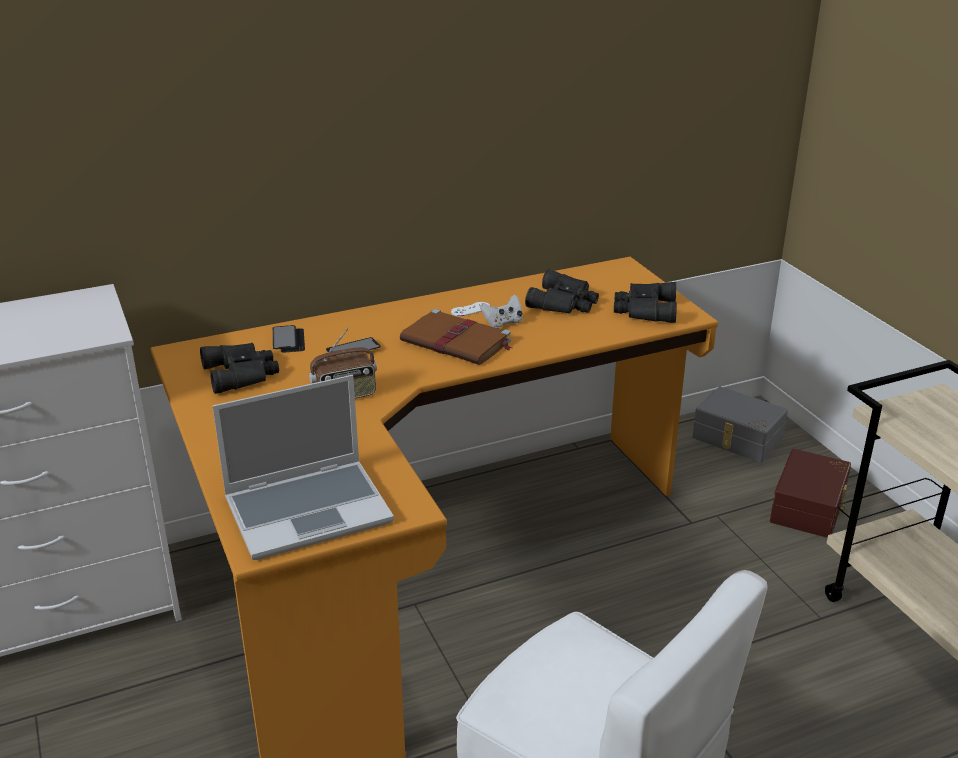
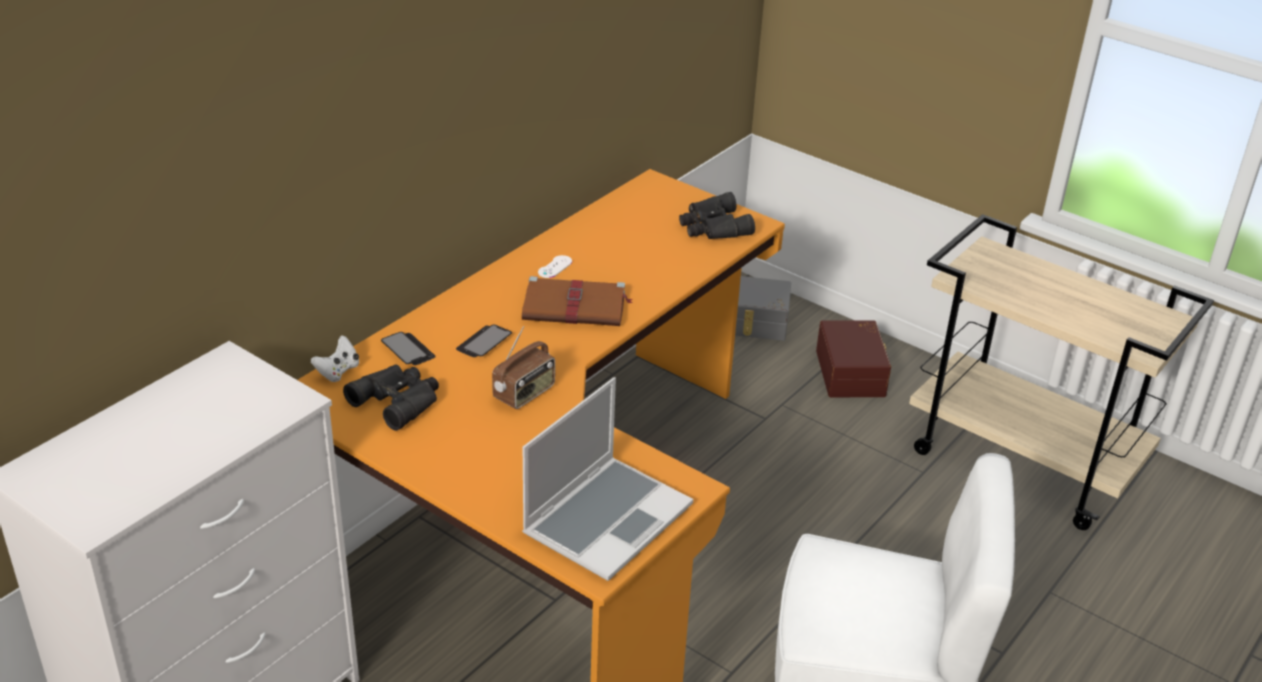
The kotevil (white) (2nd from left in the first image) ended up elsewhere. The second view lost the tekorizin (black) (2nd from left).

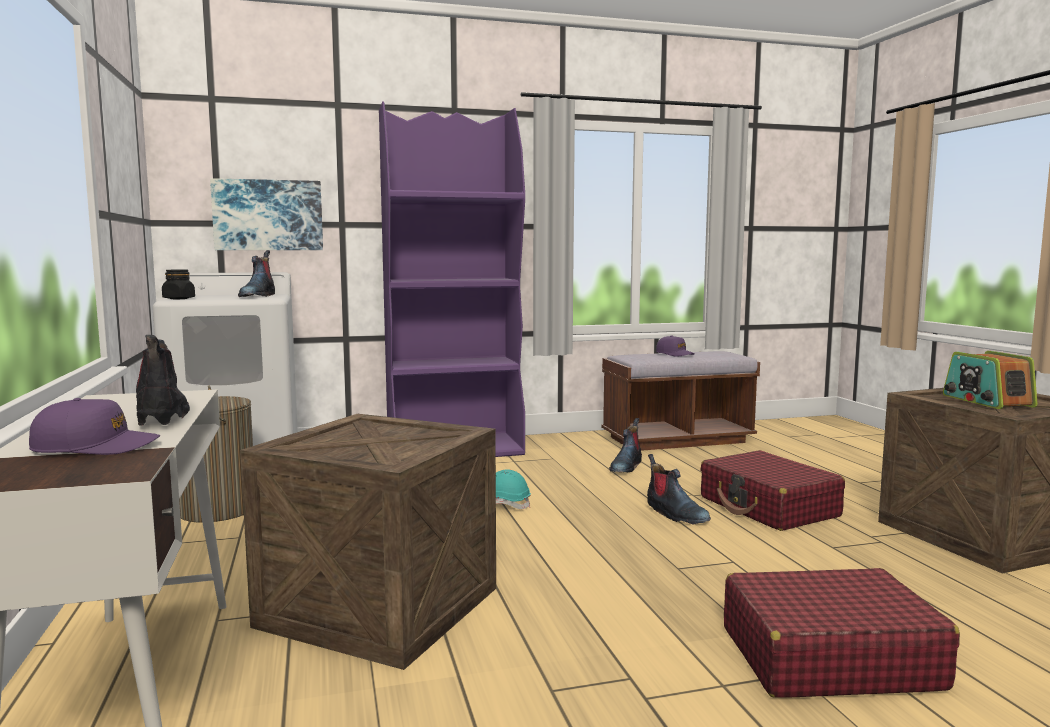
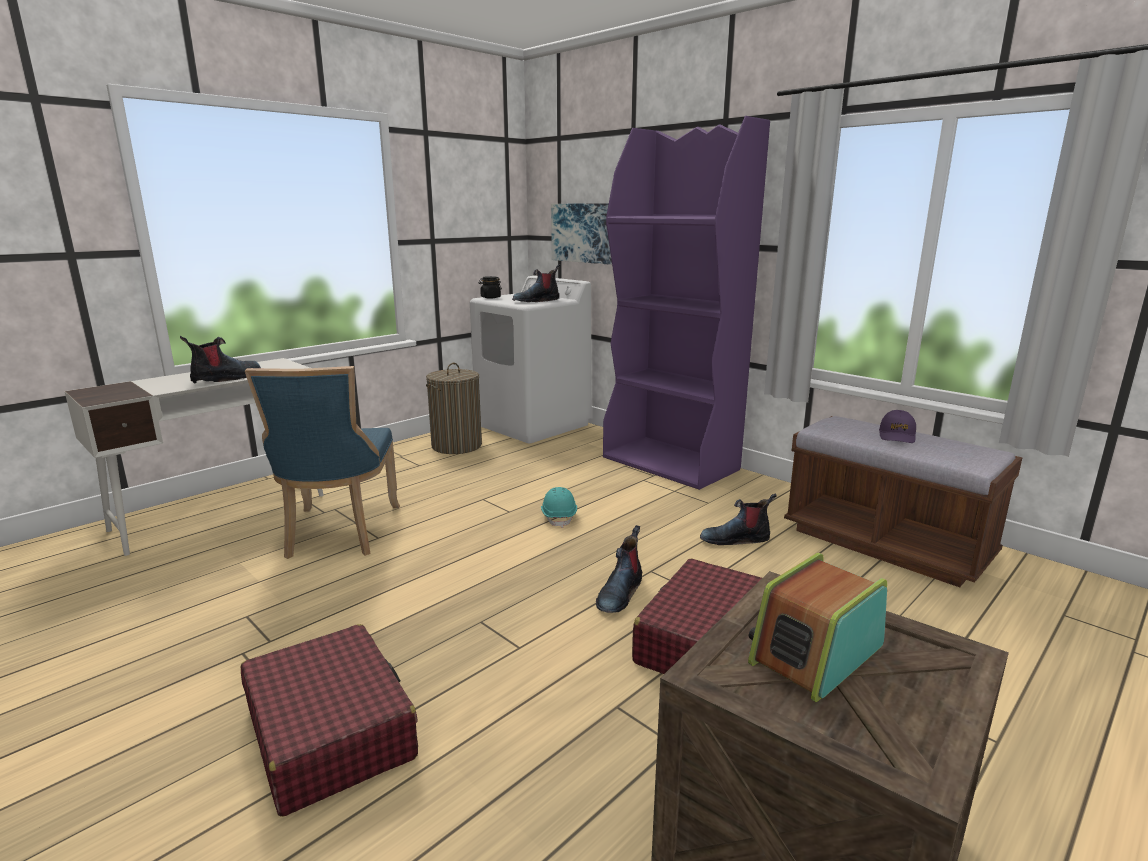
The second view lost the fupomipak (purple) (1st from left). Where the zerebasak (1st from left) stood, the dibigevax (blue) came to stand.

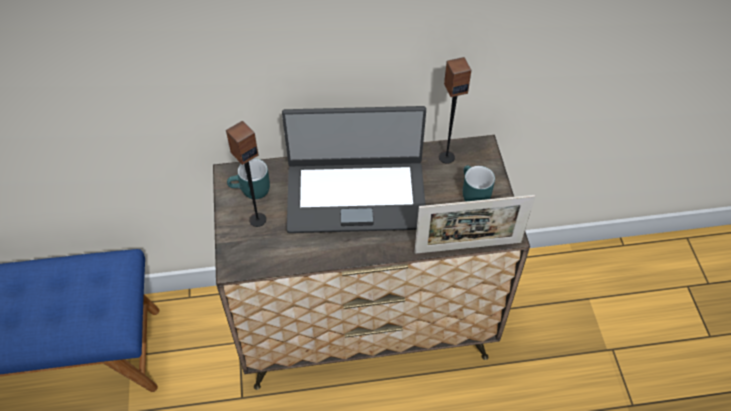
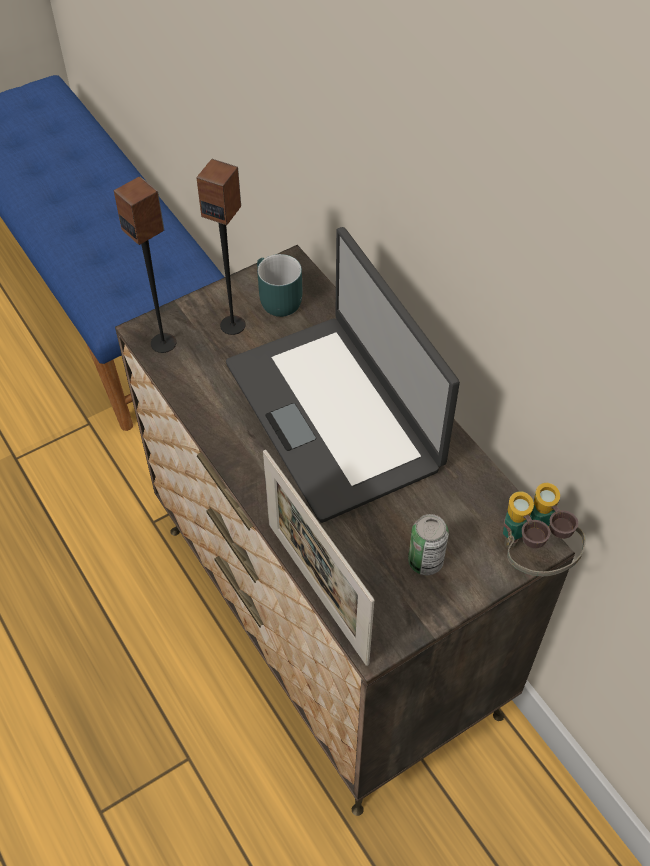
The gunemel (2nd from left in the first image) ended up elsewhere. Where the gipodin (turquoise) (2nd from left) stood, the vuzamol came to stand. The second view gained the tekorizin.

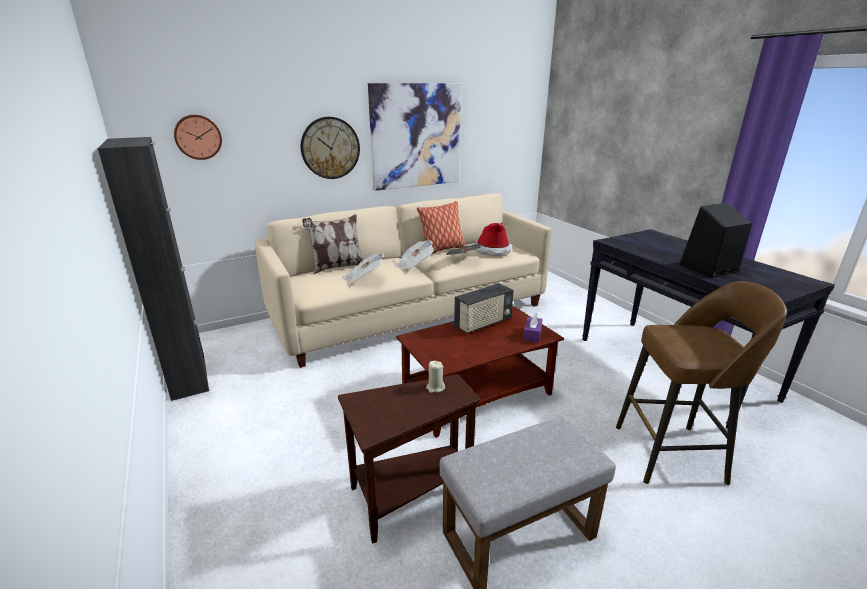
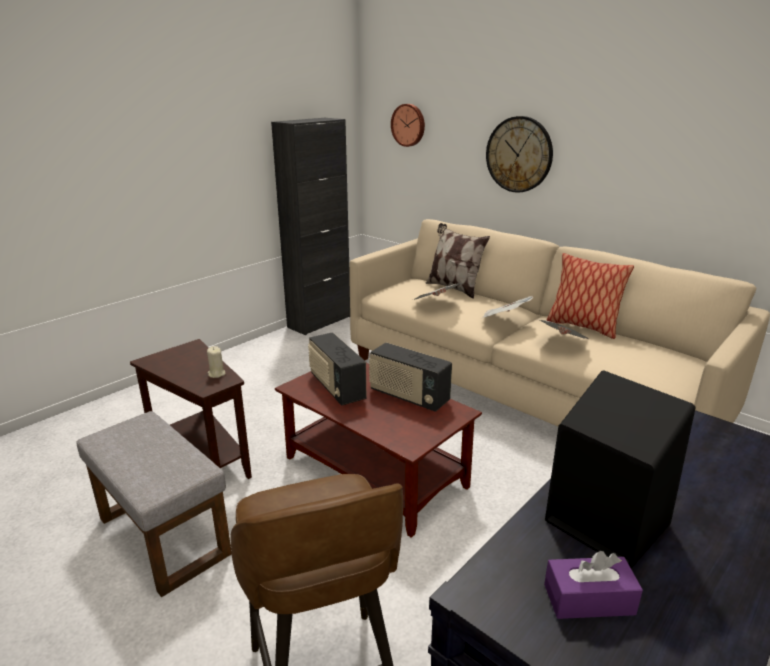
The second view lost the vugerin. The second view lost the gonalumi. The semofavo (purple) ended up elsewhere. The second view gained the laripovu (1st from left).

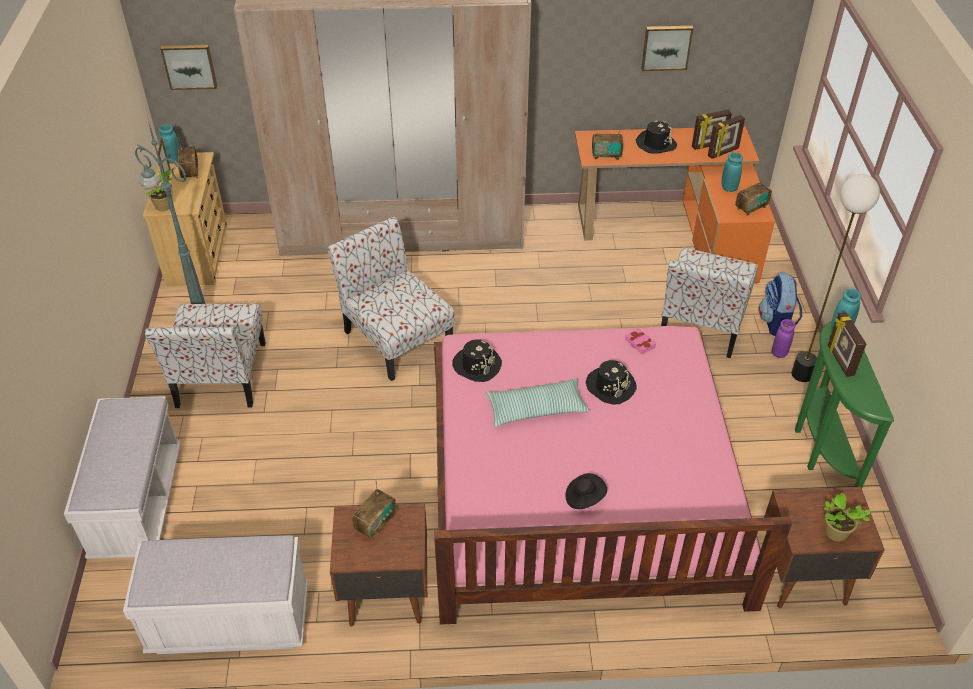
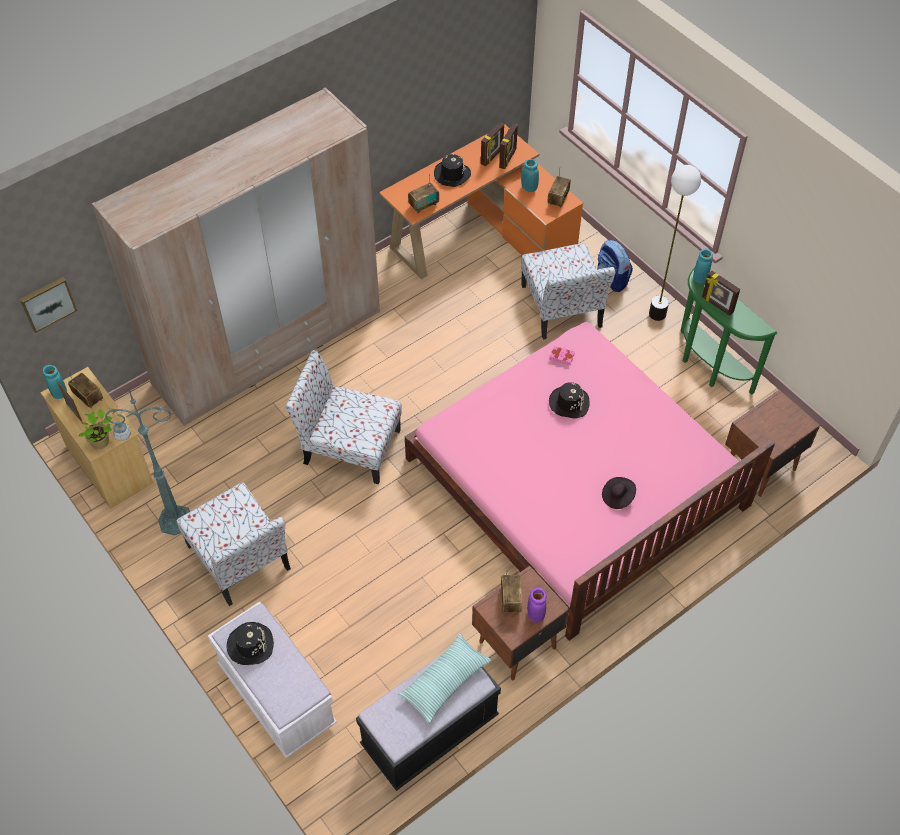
What was the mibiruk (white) (2nd from left) turned into the mibiruk (black). The gonalumi (black) (1st from left) ended up elsewhere. The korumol ended up elsewhere. The second view lost the vugerin (2nd from left). The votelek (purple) ended up elsewhere. The second view lost the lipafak (2nd from left).

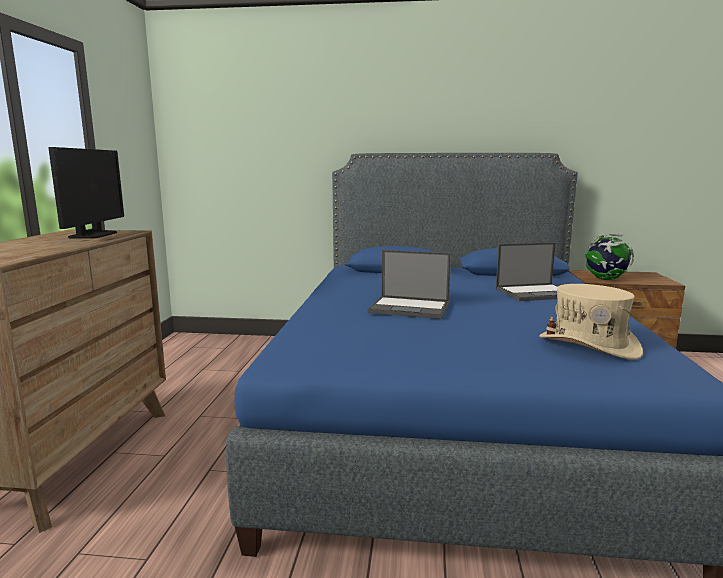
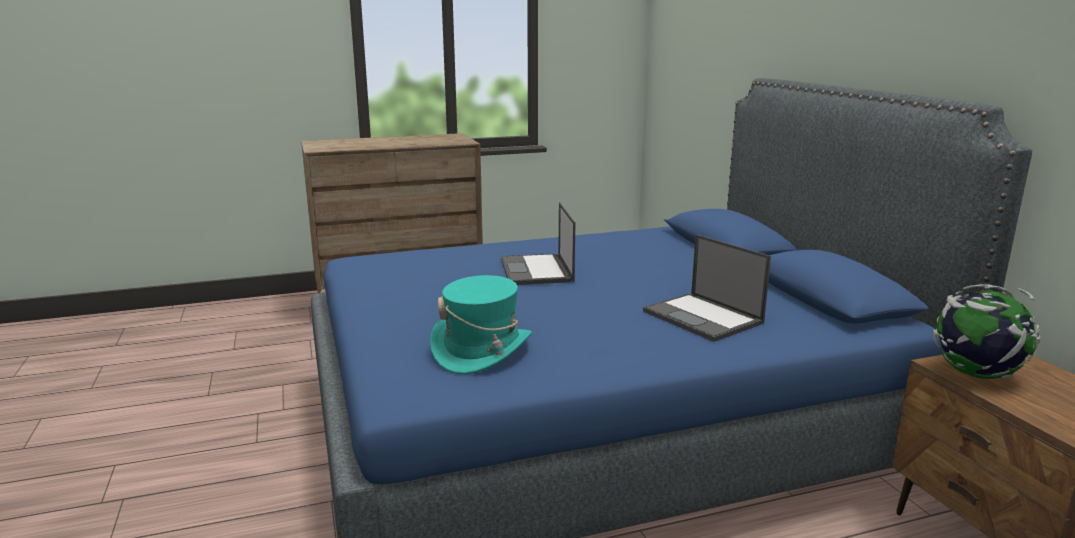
The second view lost the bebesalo. What was the gonalumi (beige) turned into the gonalumi (turquoise).

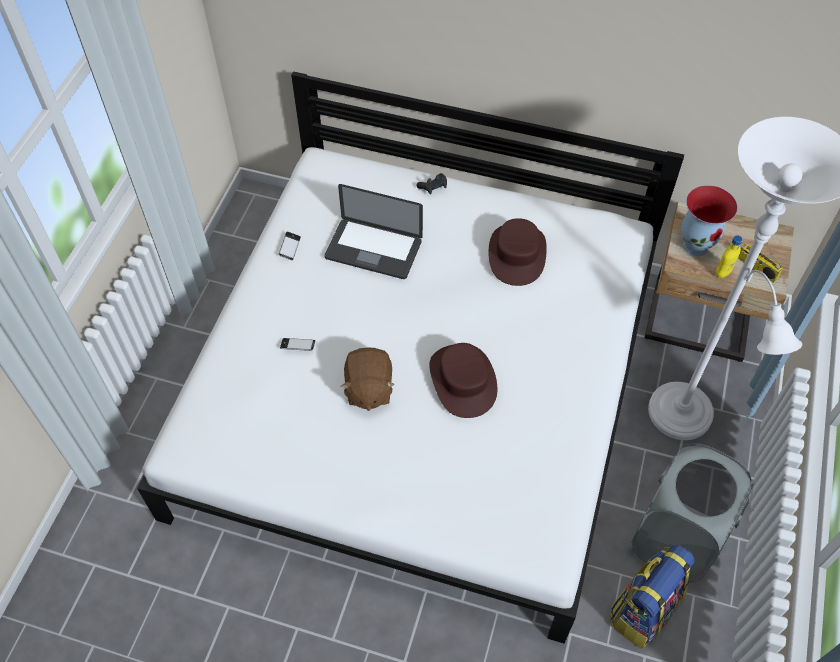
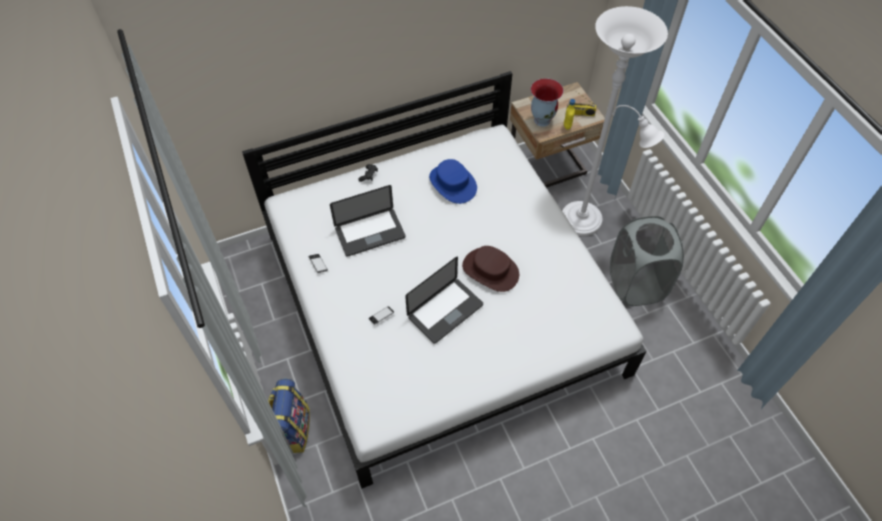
Where the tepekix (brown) stood, the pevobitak (2nd from left) came to stand. What was the gonalumi (brown) (2nd from left) turned into the gonalumi (blue). The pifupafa ended up elsewhere.

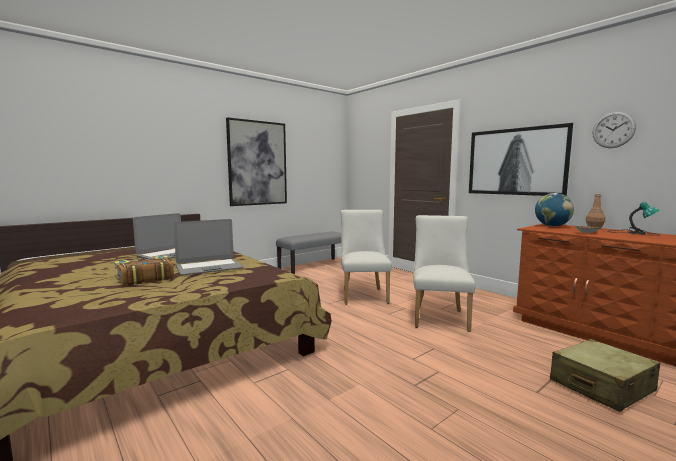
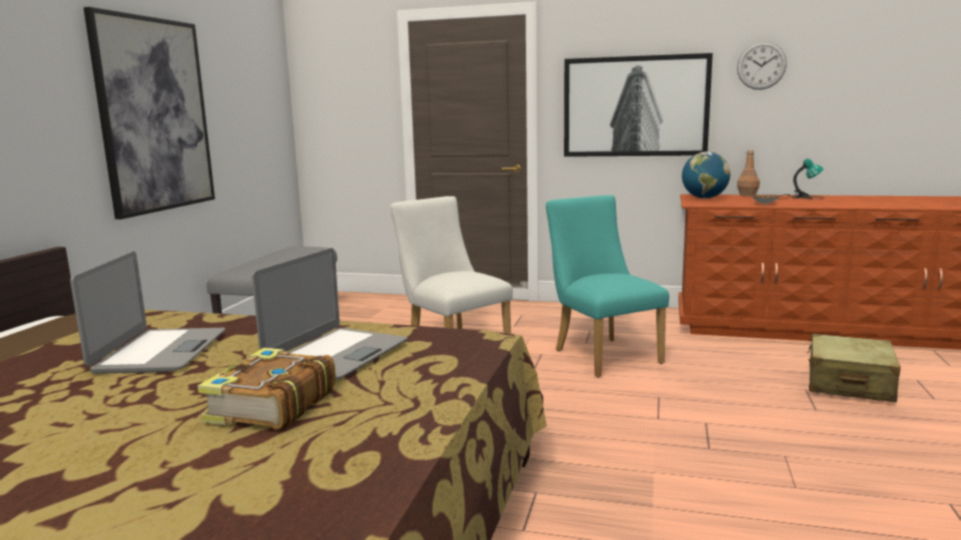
What was the dibigevax (white) (2nd from left) turned into the dibigevax (turquoise).

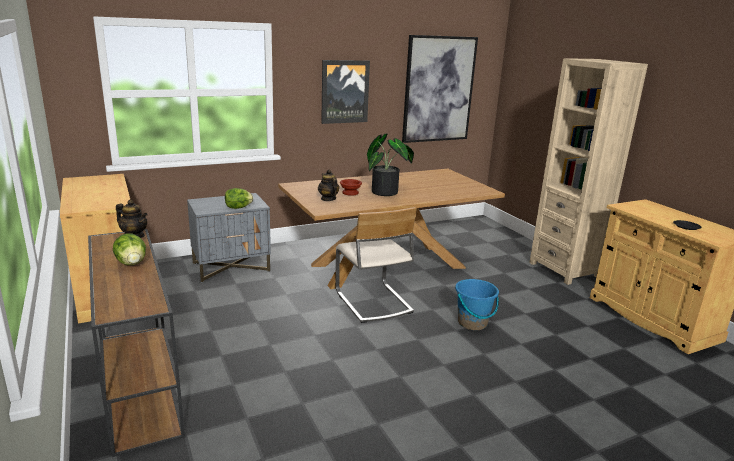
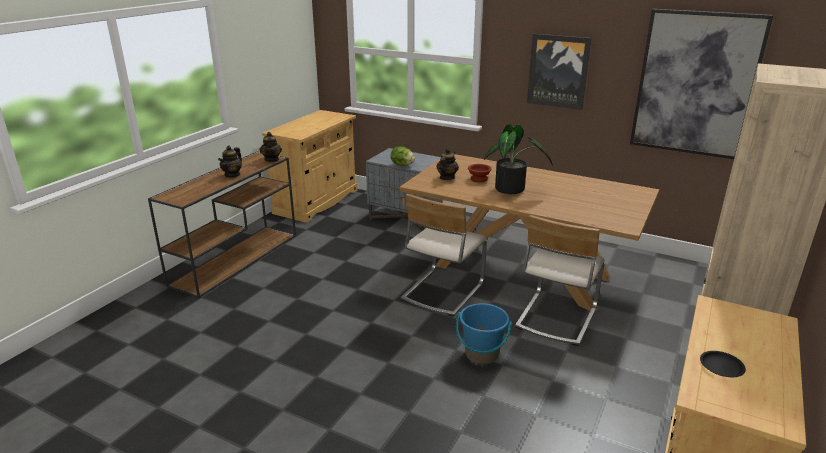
Where the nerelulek (1st from left) stood, the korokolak (1st from left) came to stand. The second view gained the dibigevax (beige) (2nd from left).

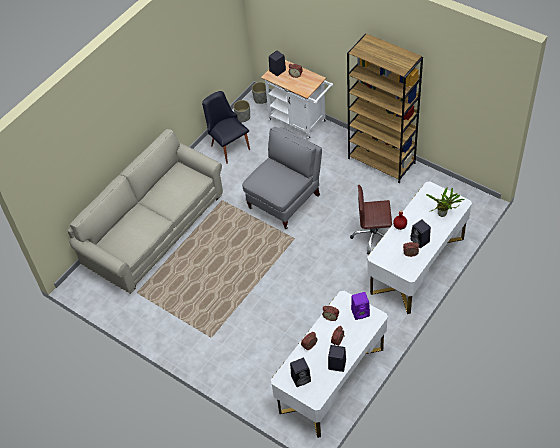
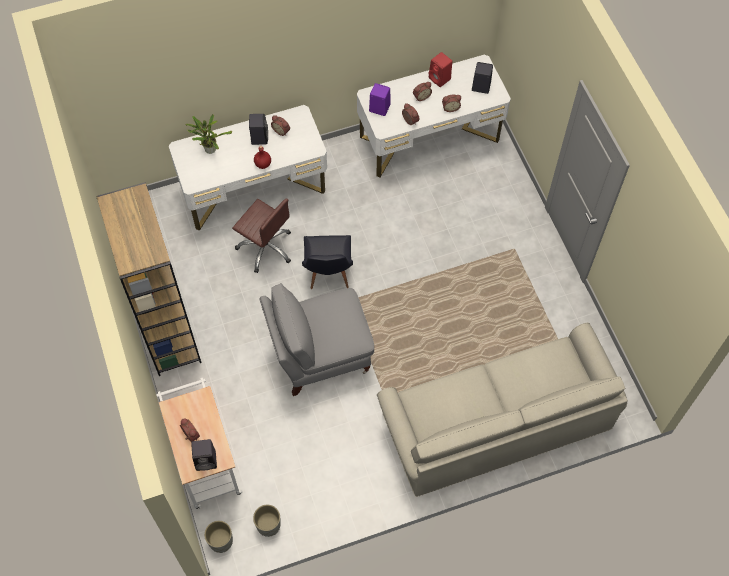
The dibigevax (black) ended up elsewhere. What was the gunemel (black) (3rd from left) turned into the gunemel (red).

